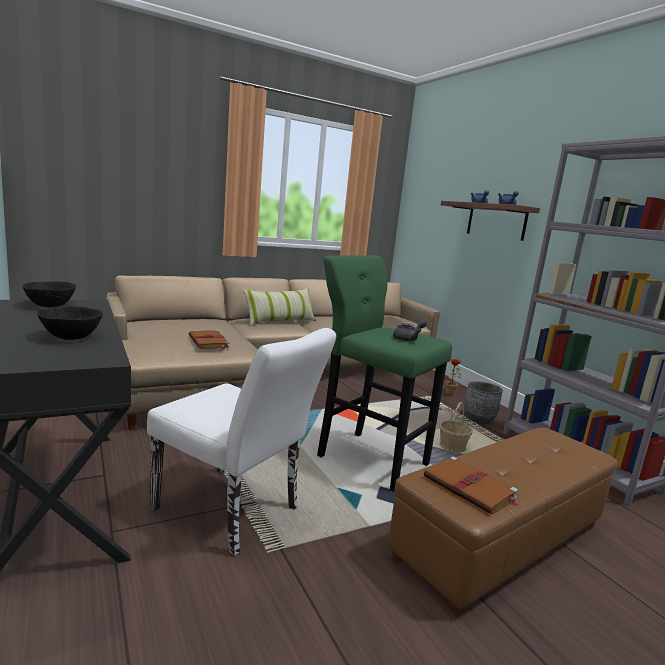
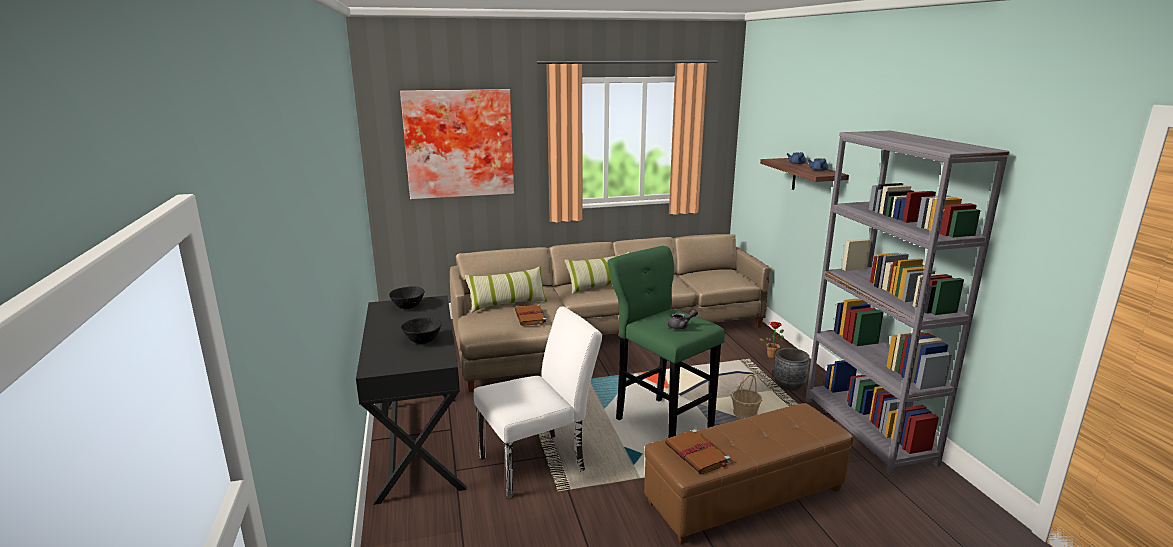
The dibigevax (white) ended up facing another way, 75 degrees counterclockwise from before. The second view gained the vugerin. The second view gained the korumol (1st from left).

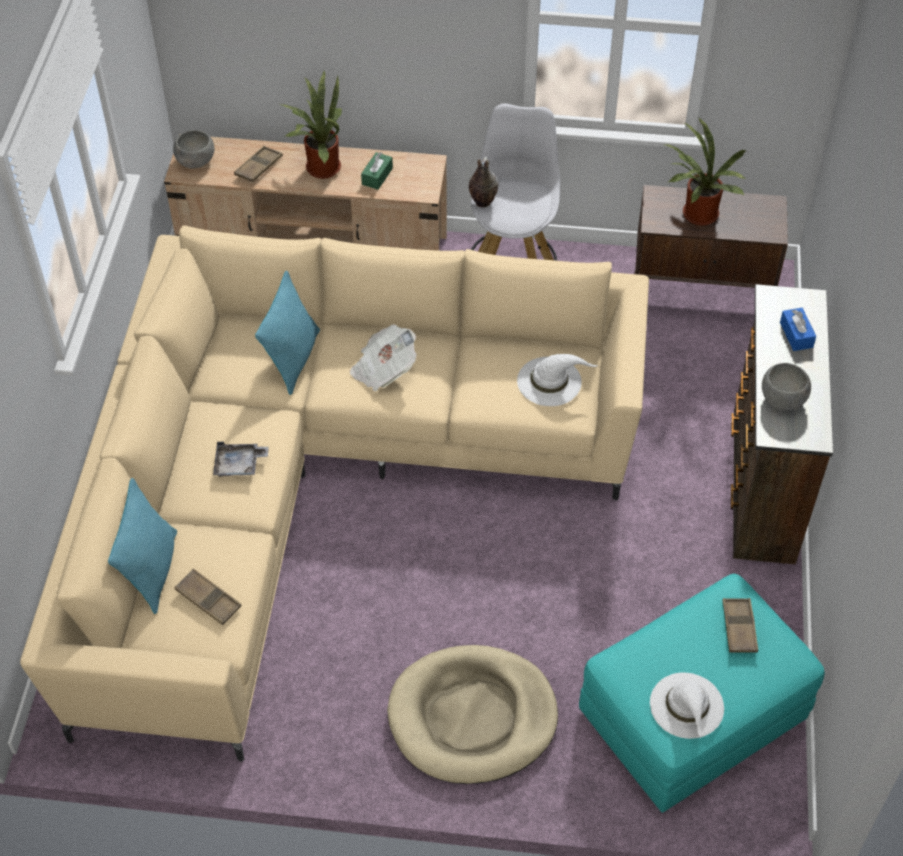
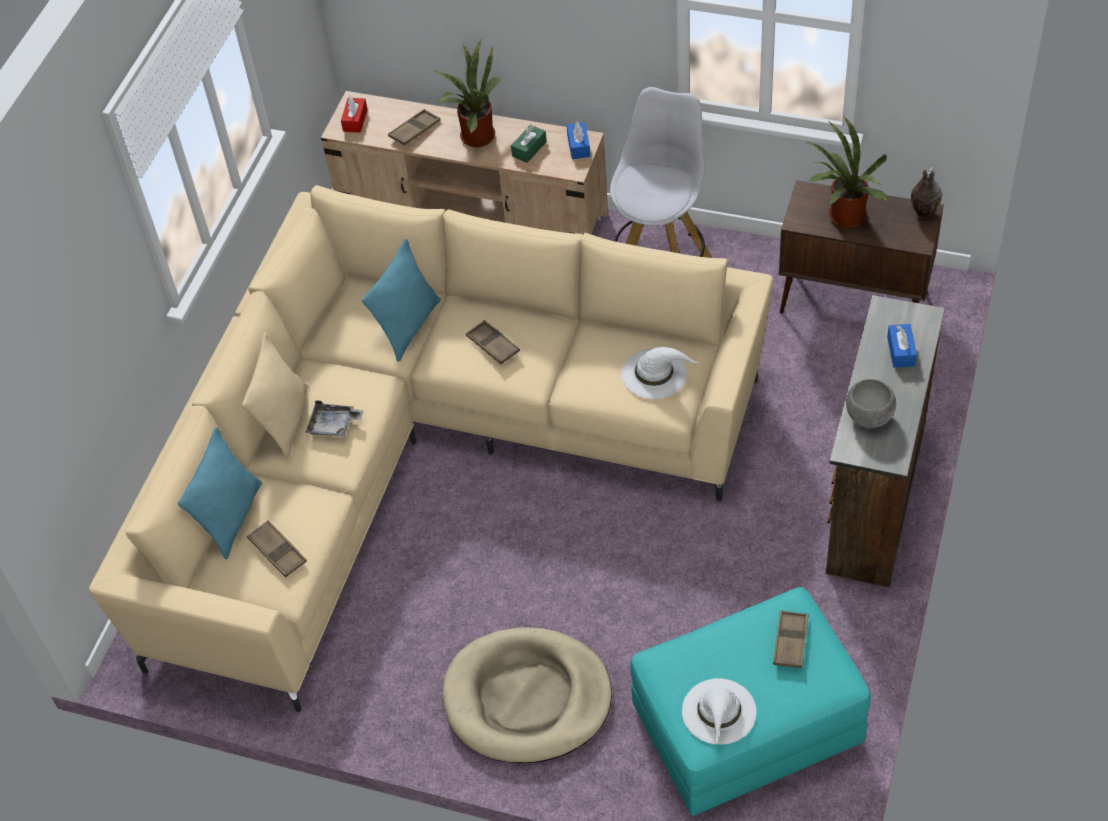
Where the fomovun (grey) (1st from left) stood, the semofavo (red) came to stand. Where the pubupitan stood, the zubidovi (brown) (3rd from left) came to stand. The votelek ended up elsewhere. The second view gained the korumol (beige). The second view gained the semofavo (blue) (1st from left).

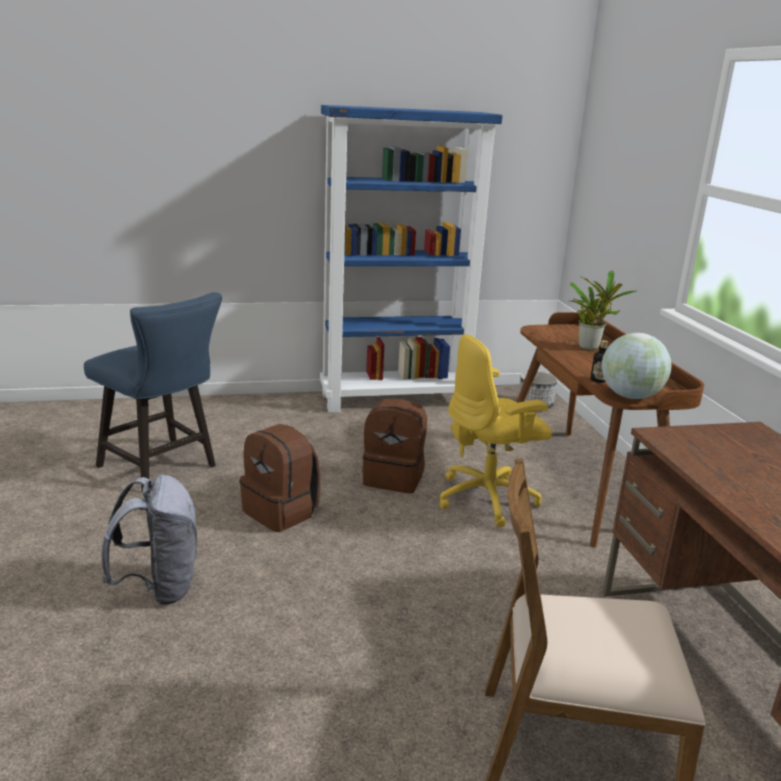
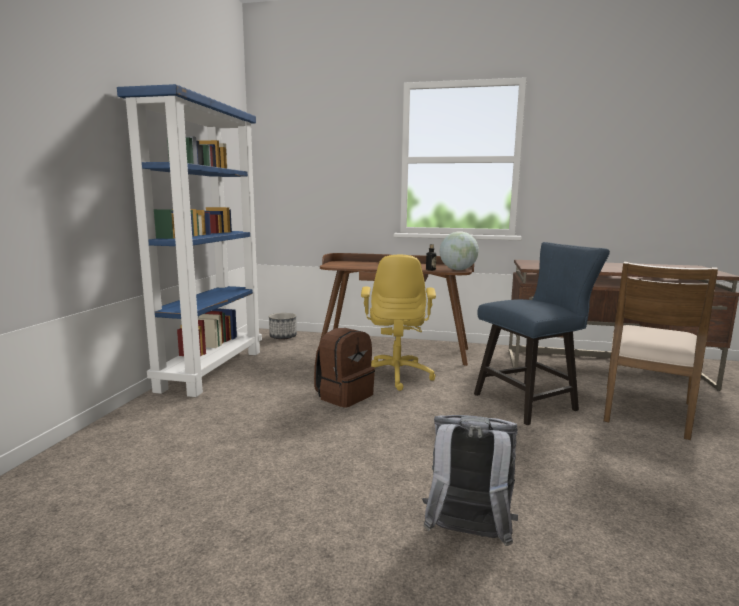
The dibigevax (blue) ended up elsewhere. The second view lost the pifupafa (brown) (1st from left). The second view lost the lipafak.

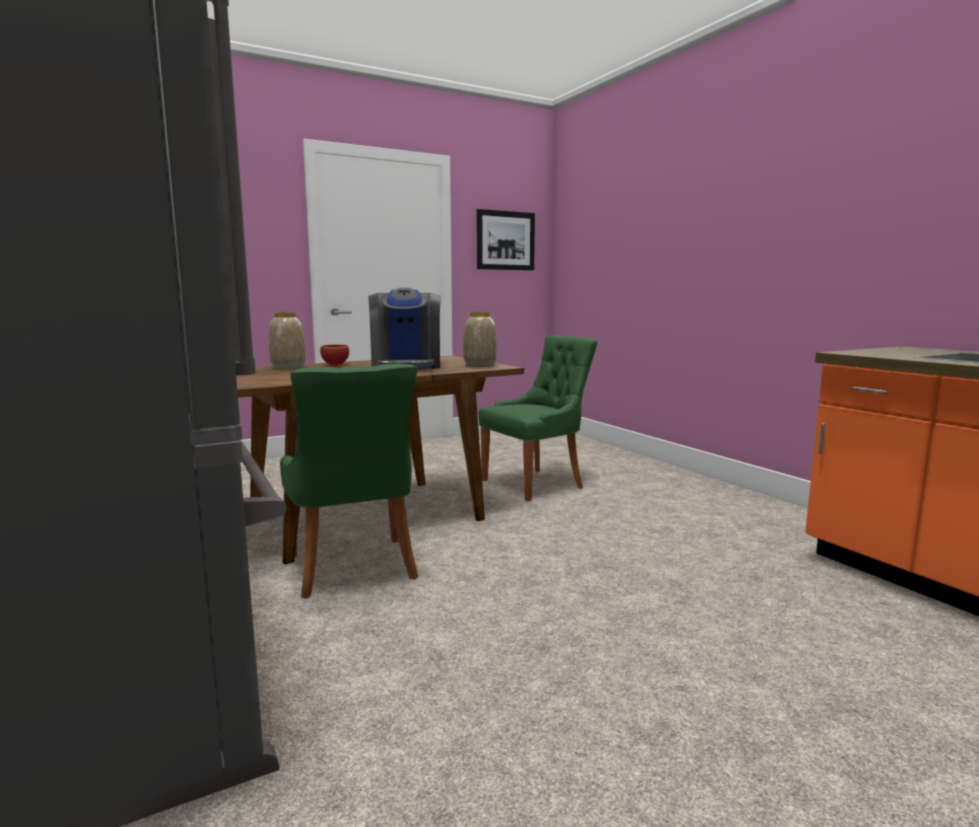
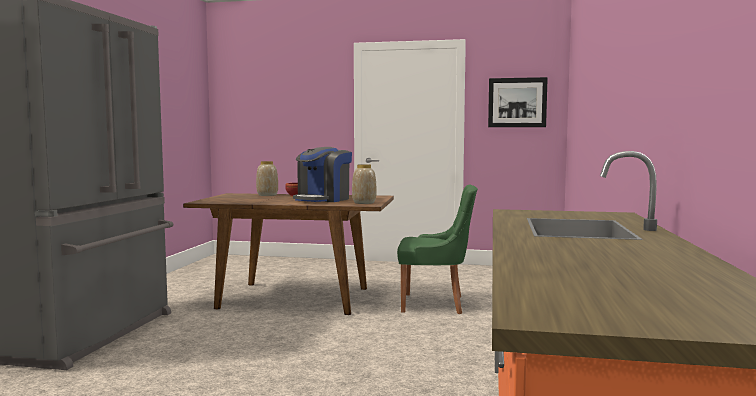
The second view lost the dibigevax (green) (1st from left).

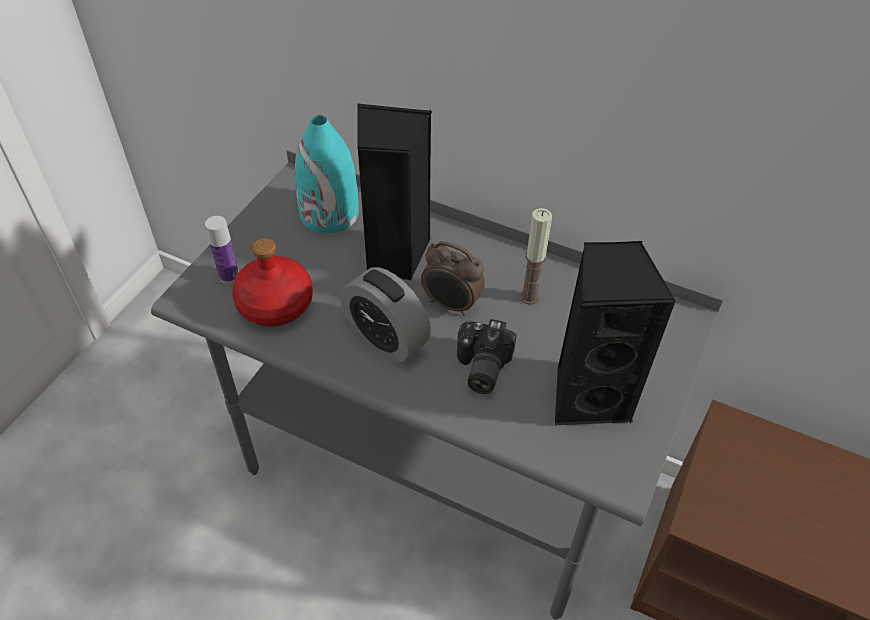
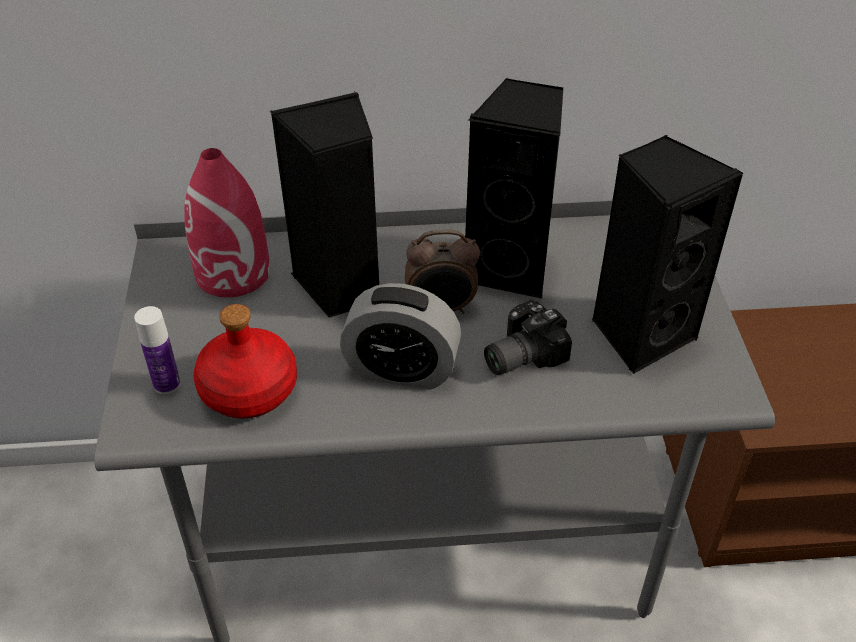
What was the votelek (turquoise) turned into the votelek (red). The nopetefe ended up facing another way, 75 degrees clockwise from before. Where the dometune stood, the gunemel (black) (2nd from left) came to stand.

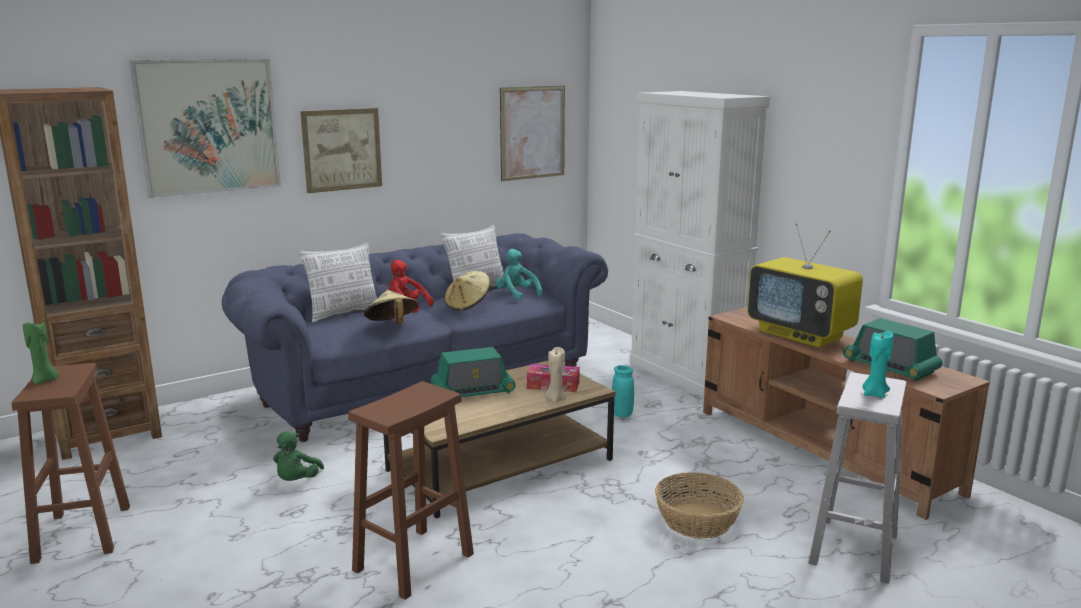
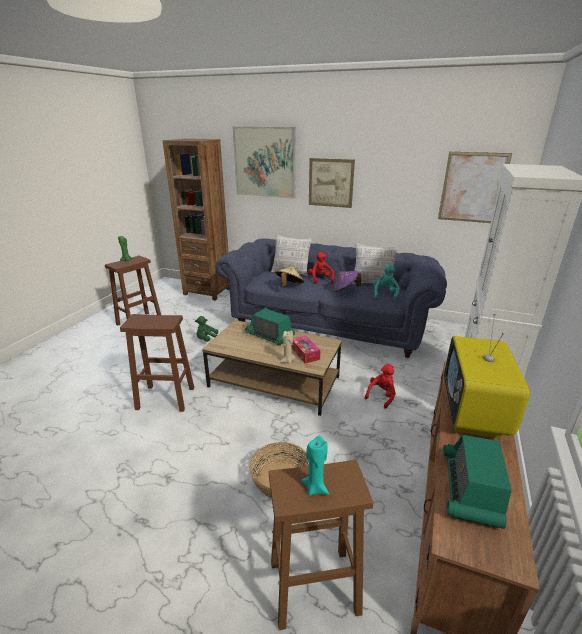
What was the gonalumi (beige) (2nd from left) turned into the gonalumi (purple). Where the votelek (turquoise) stood, the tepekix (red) (2nd from left) came to stand. What was the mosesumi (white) turned into the mosesumi (brown) (3rd from left).

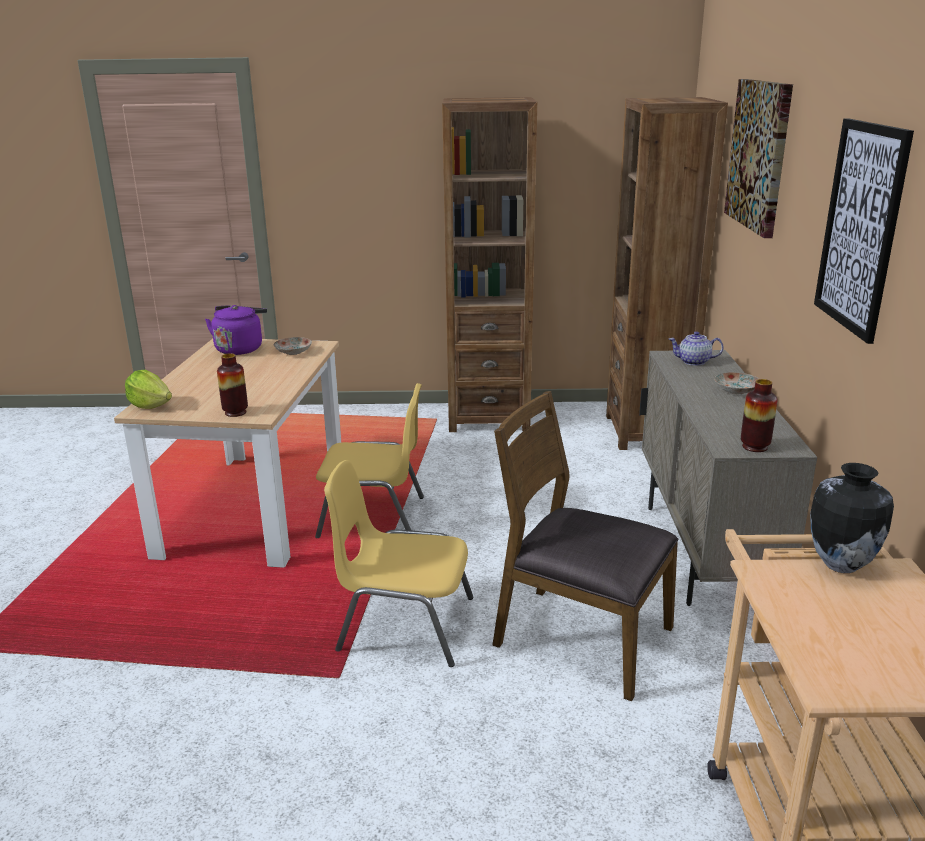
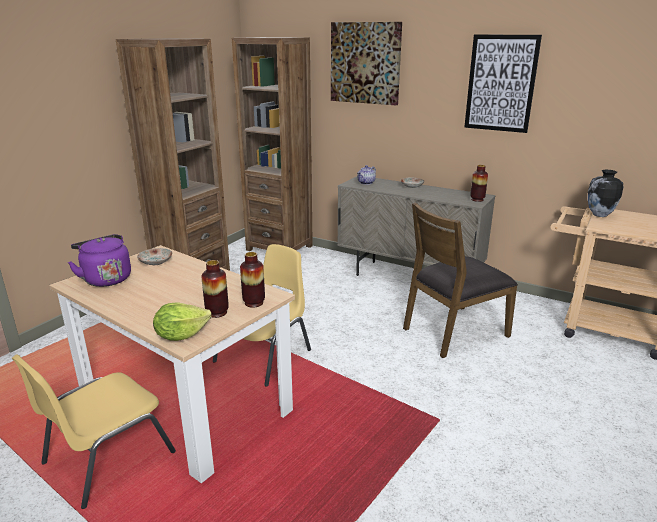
The dibigevax (yellow) (2nd from left in the first image) ended up elsewhere. The second view gained the votelek (1st from left).

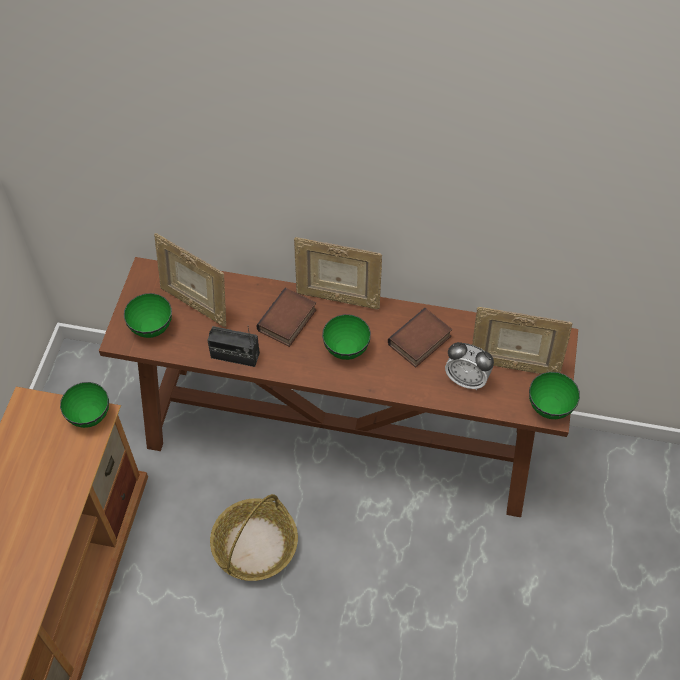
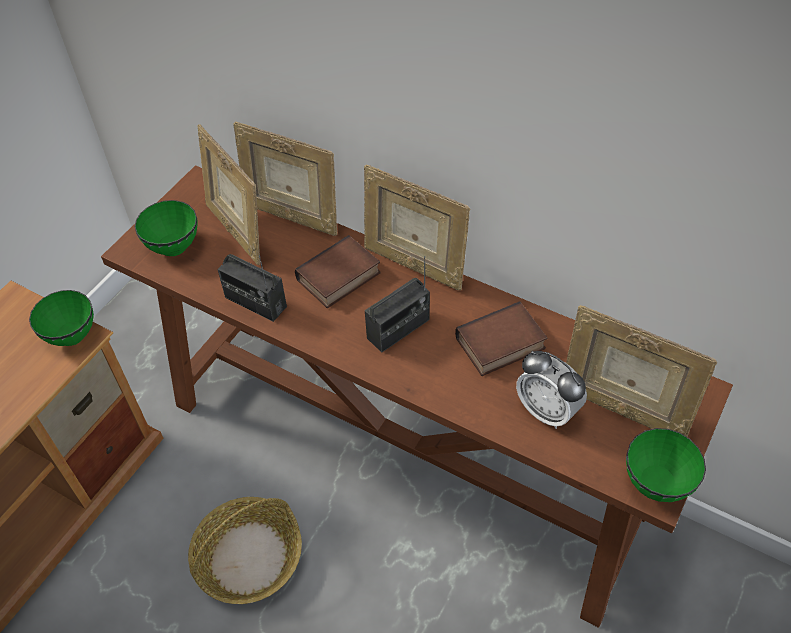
Where the fomovun (green) (3rd from left) stood, the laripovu (2nd from left) came to stand. The second view gained the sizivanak (2nd from left).

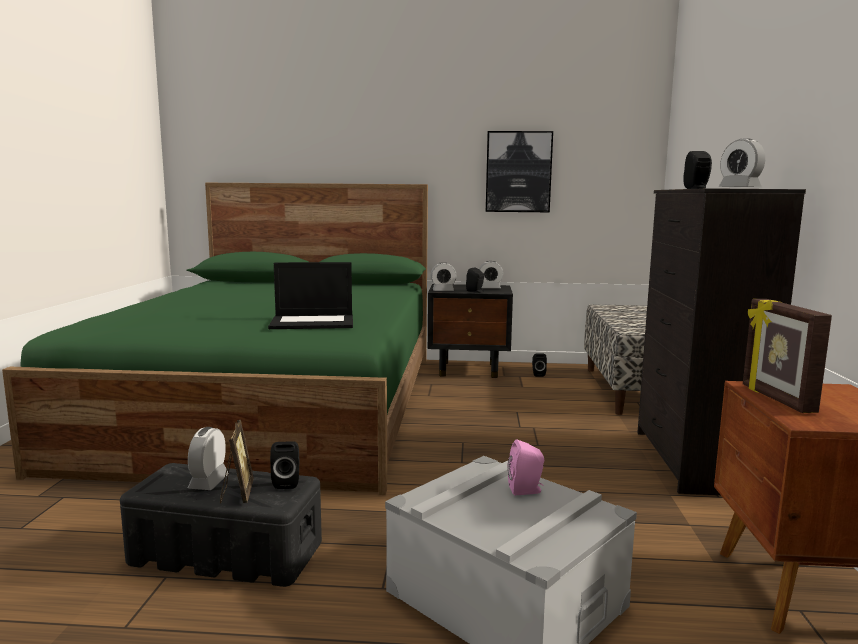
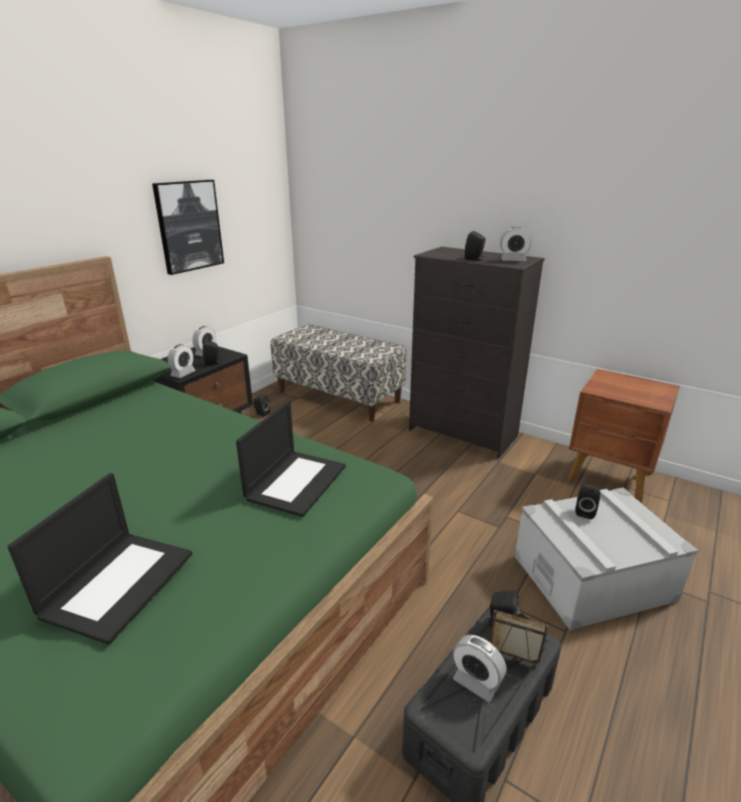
What was the gunemel (pink) turned into the gunemel (black) (5th from left). The second view lost the sizivanak (2nd from left). The second view gained the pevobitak (1st from left).

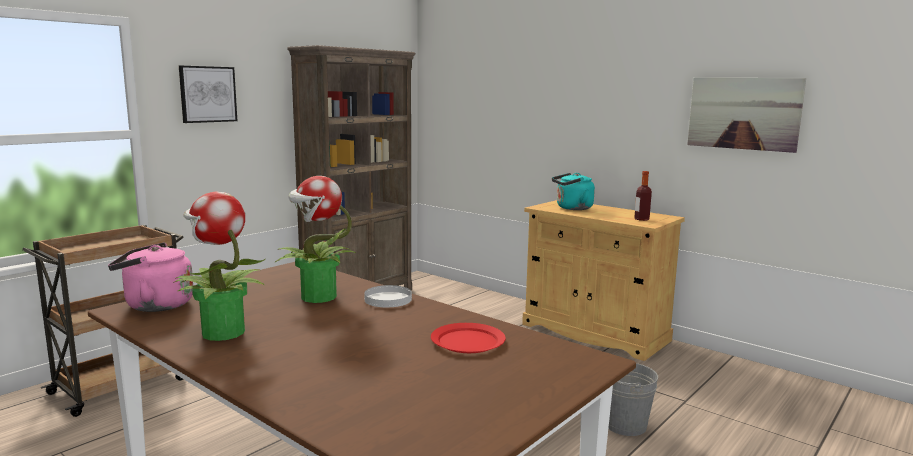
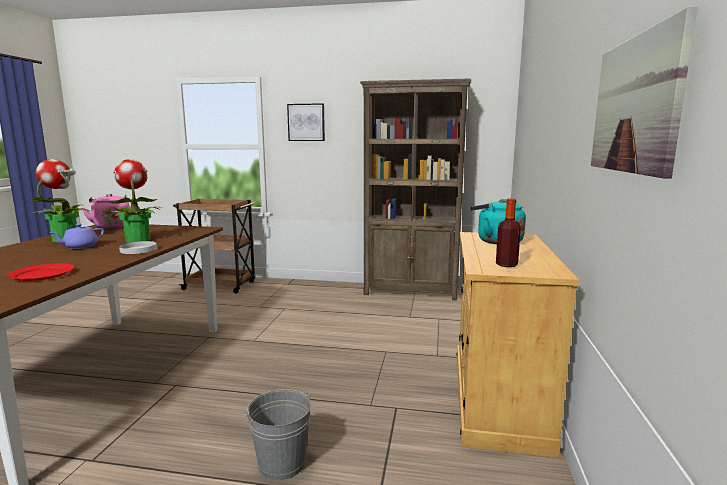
The second view gained the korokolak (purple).

